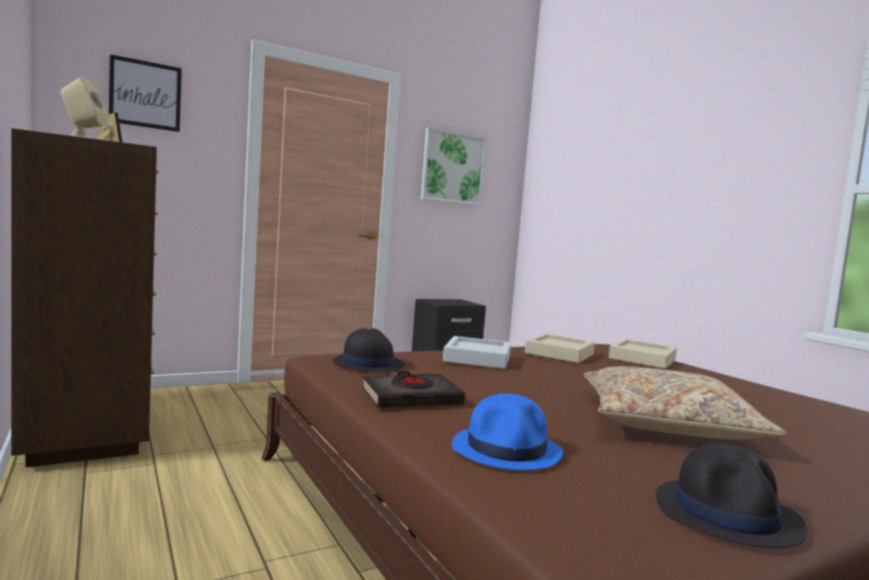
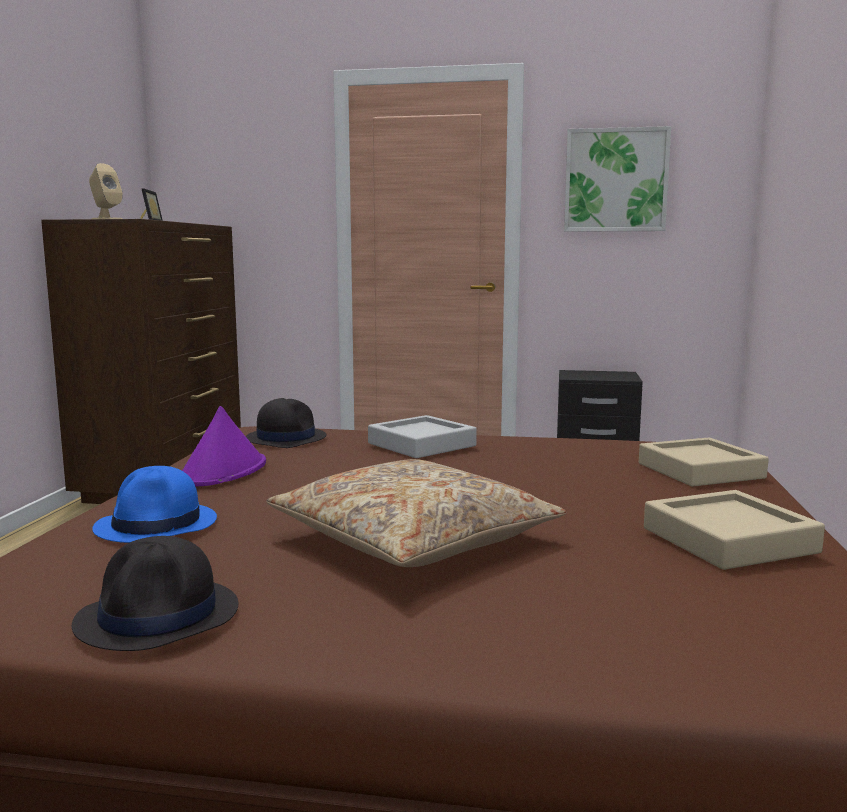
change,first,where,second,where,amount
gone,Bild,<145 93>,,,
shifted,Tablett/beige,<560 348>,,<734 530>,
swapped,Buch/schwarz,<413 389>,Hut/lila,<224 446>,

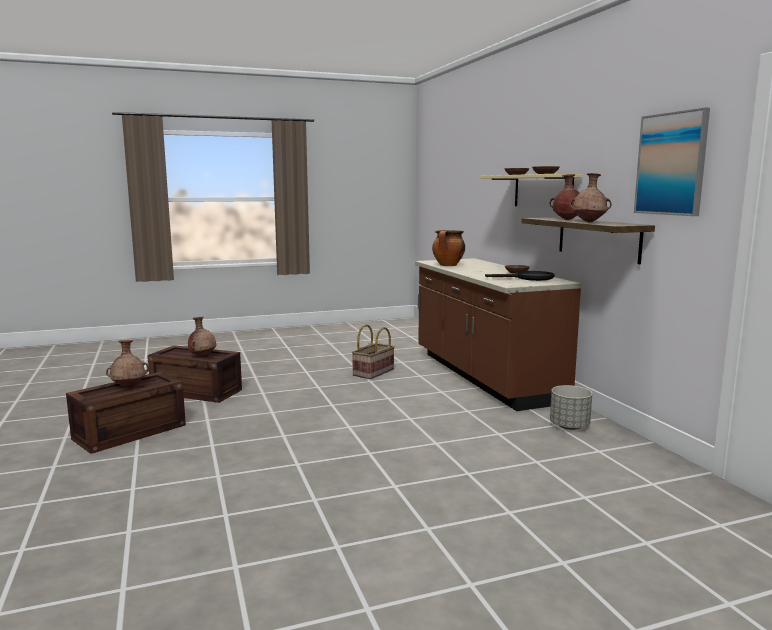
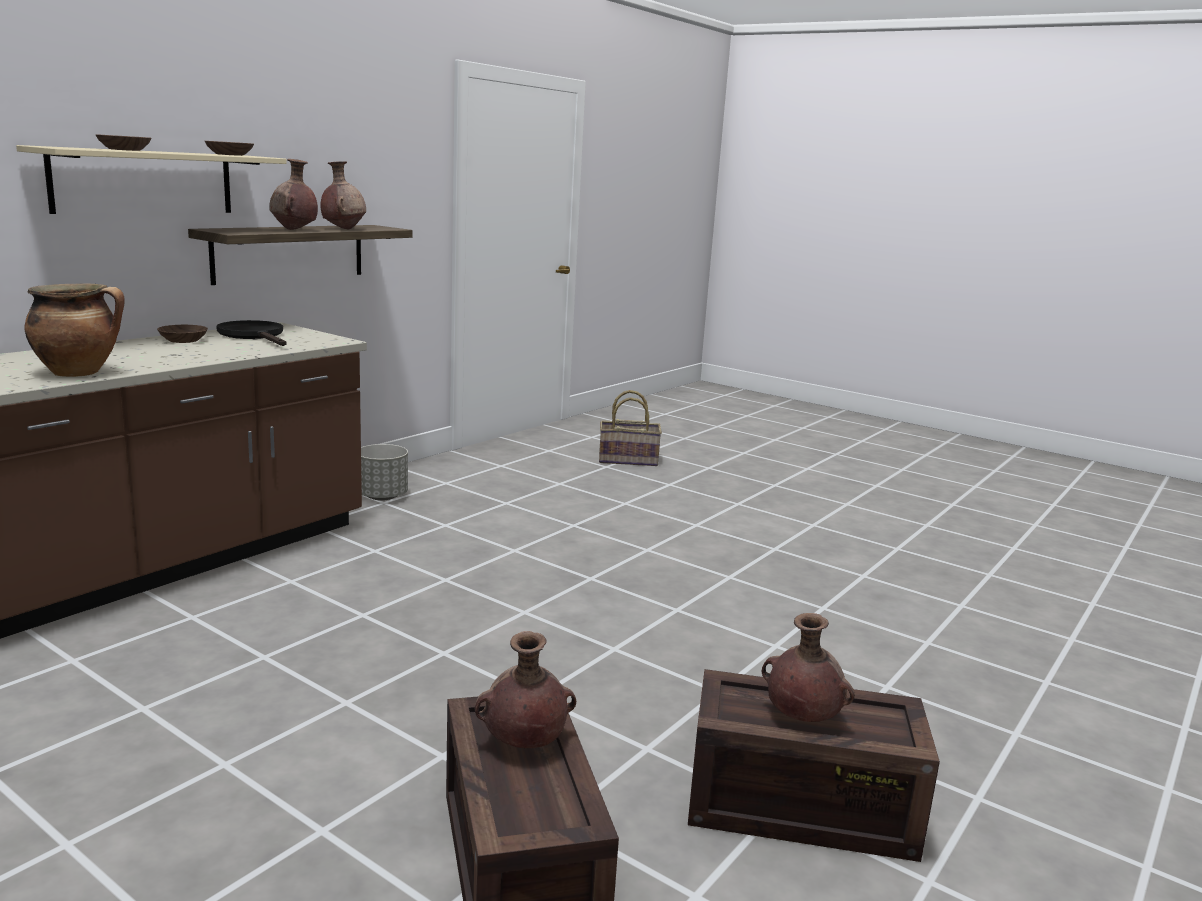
change,first,where,second,where,amount
gone,Bild,<672 162>,,,
shifted,Korb,<373 351>,,<630 428>,

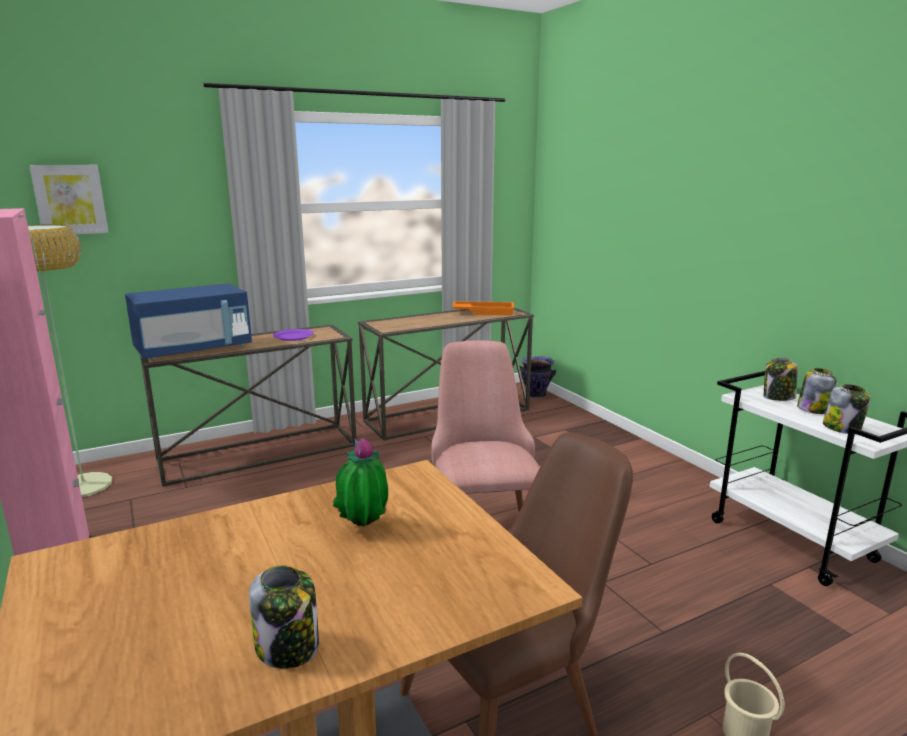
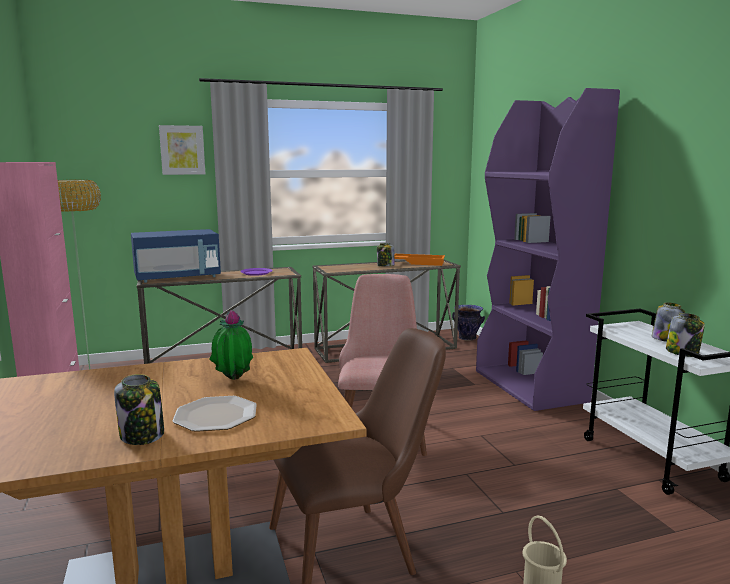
change,first,where,second,where,amount
new,,,Teller,<214 414>,
new,,,Bücherregal/lila,<548 249>,
shifted,Bild,<69 199>,,<182 150>,
shifted,Vorratsglas,<781 379>,,<386 255>,

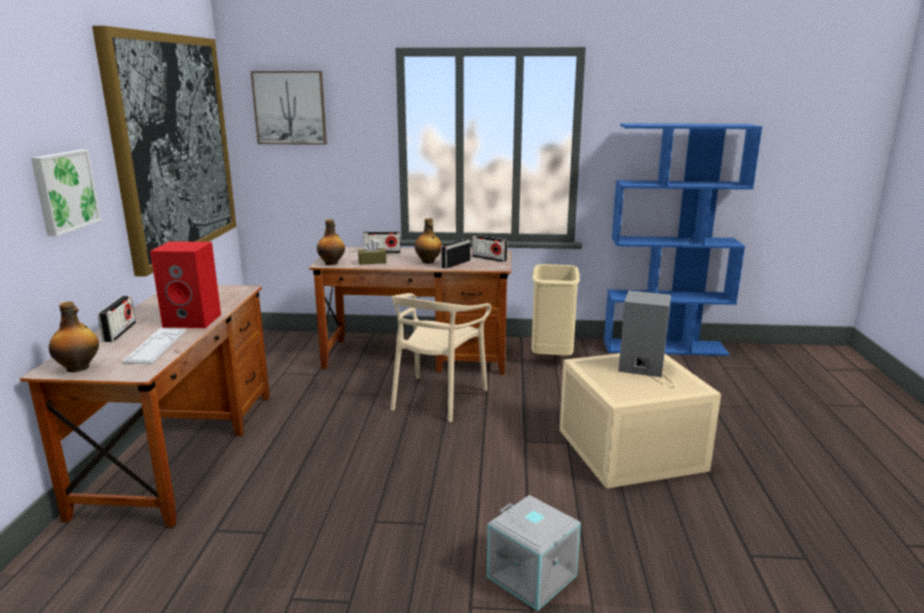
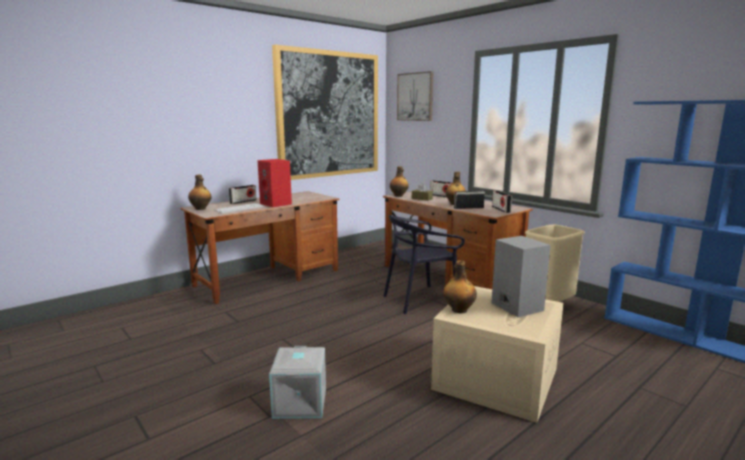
change,first,where,second,where,amount
gone,Bild,<66 193>,,,
new,,,Flasche,<460 286>,
repainted,Stuhl/beige,<441 357>,Stuhl/schwarz,<424 264>,

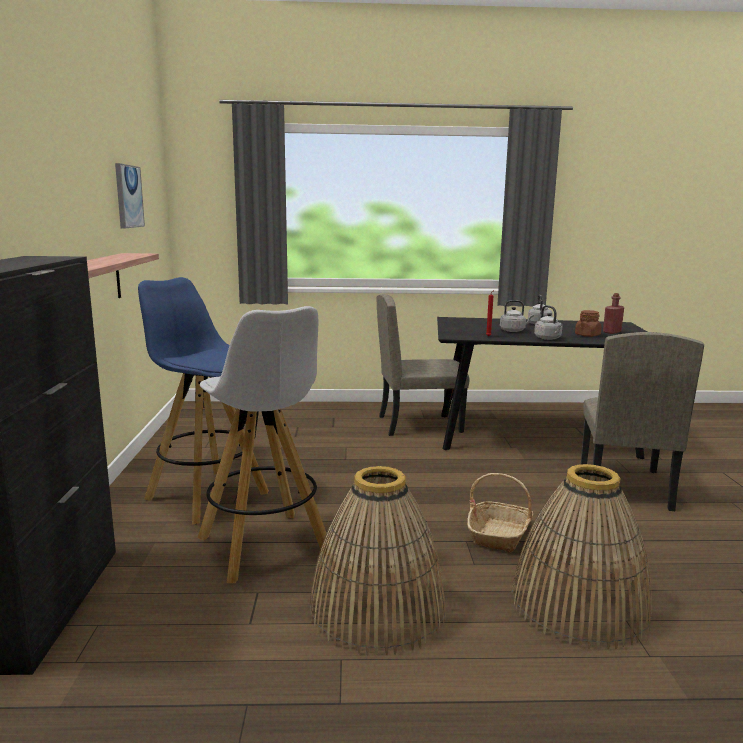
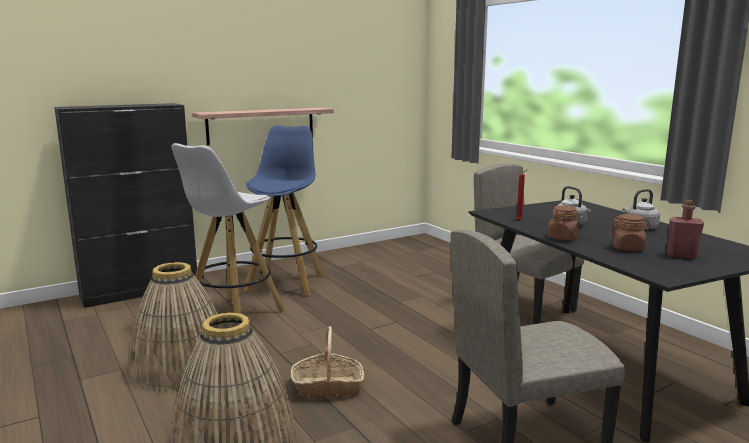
change,first,where,second,where,amount
gone,Bild,<130 195>,,,
swapped,Wasserkessel/grau,<548 322>,Vorratsglas/braun,<563 222>,

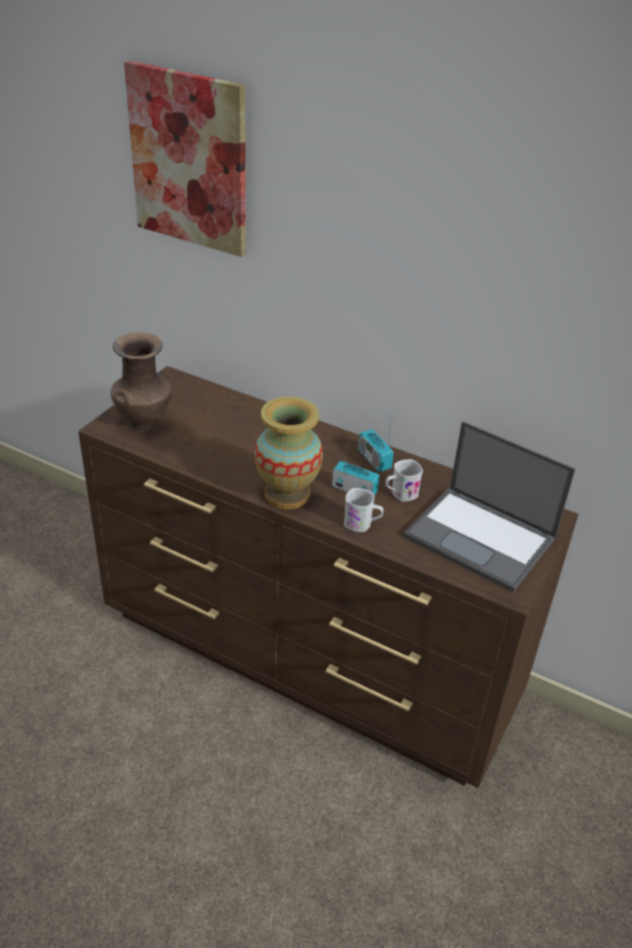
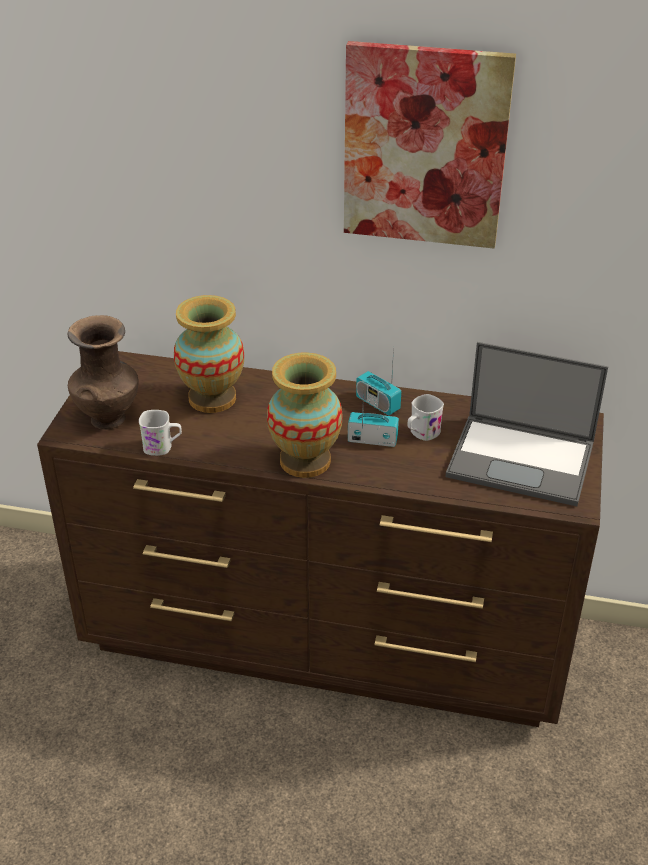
change,first,where,second,where,amount
new,,,Vase,<209 354>,
shifted,Bild,<185 158>,,<430 144>,
shifted,Henkelbecher/weiß,<363 510>,,<160 433>,

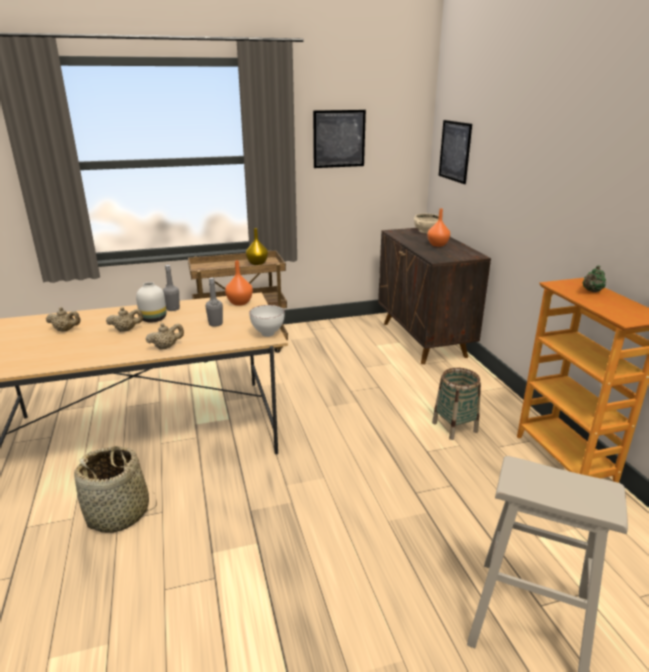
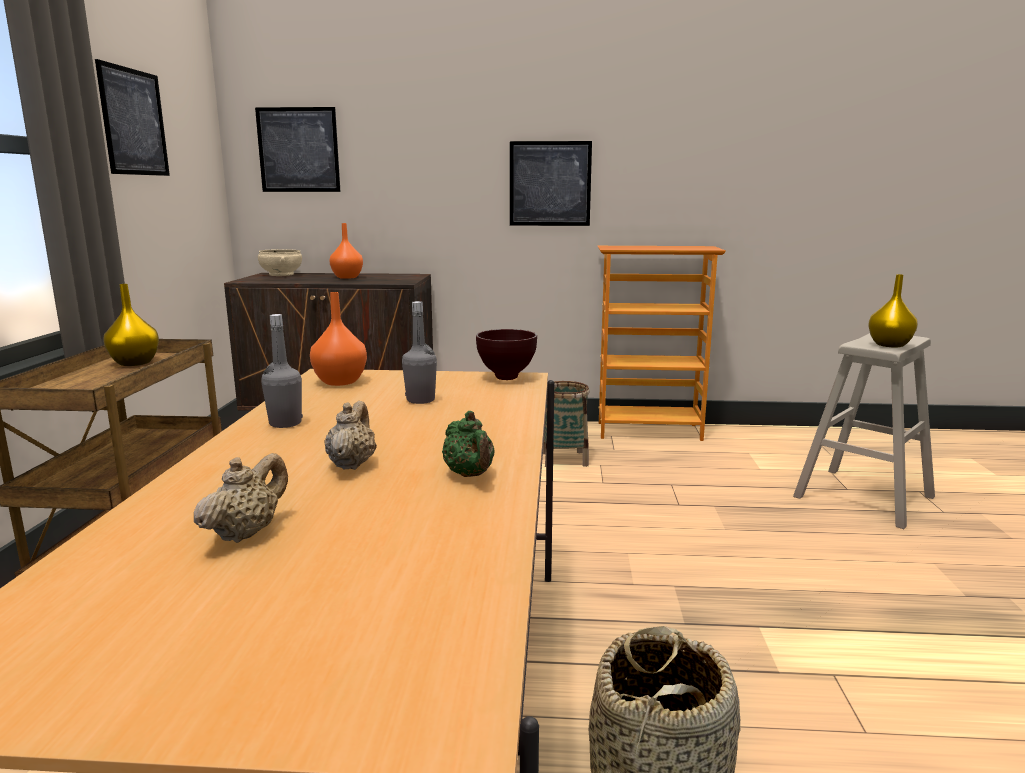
change,first,where,second,where,amount
gone,Vase/weiß,<151 302>,,,
gone,Teekanne/beige,<165 336>,,,
new,,,Bild,<551 183>,
new,,,Vase/gelb,<893 311>,
shifted,Teekanne/grün,<594 278>,,<468 444>,
repainted,Schüssel/weiß,<267 321>,Schüssel/braun,<506 354>,

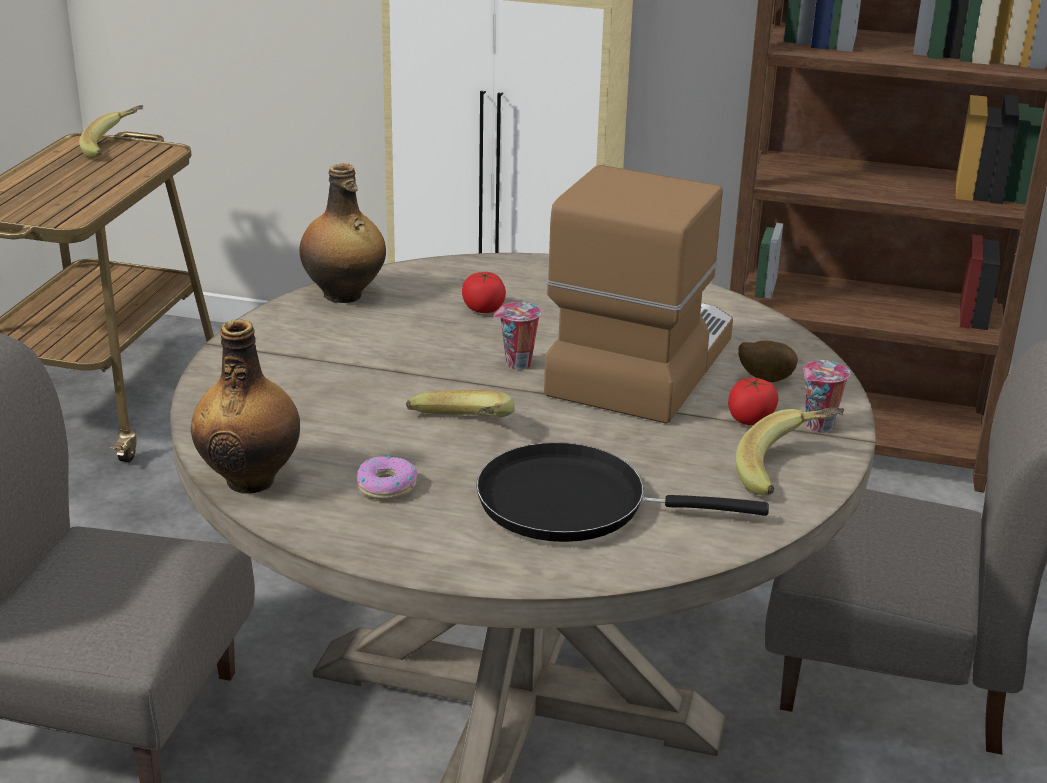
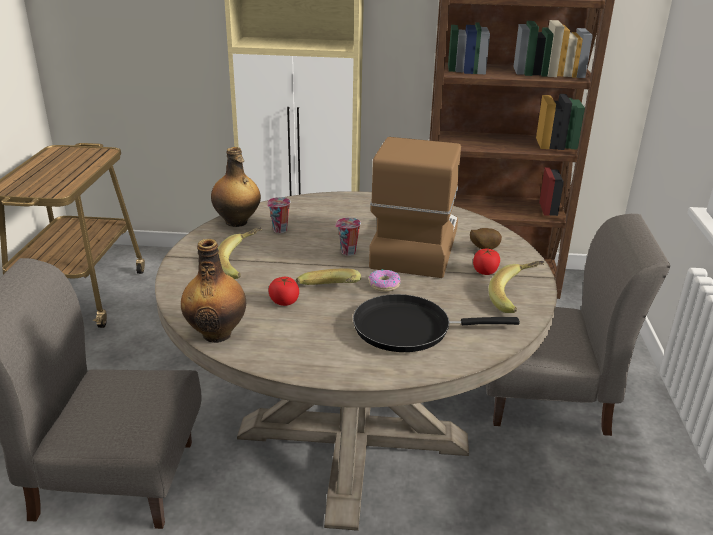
change,first,where,second,where,amount
shifted,Banane,<111 131>,,<240 253>,
shifted,Donut,<387 478>,,<384 280>,
shifted,Tomate,<484 292>,,<284 291>,
shifted,Tasse,<827 396>,,<278 215>,

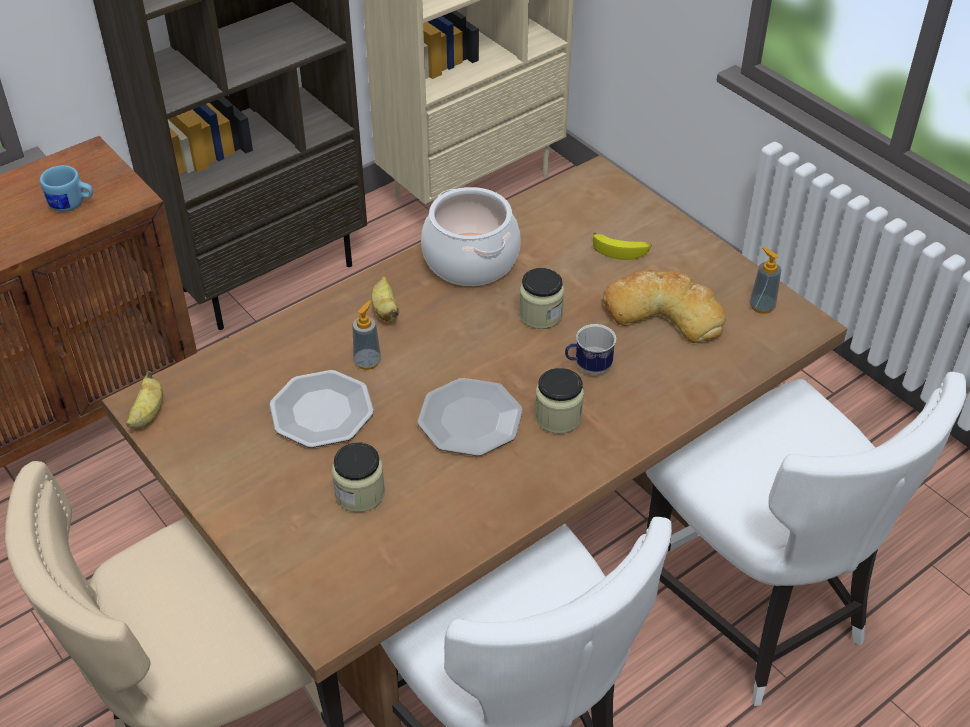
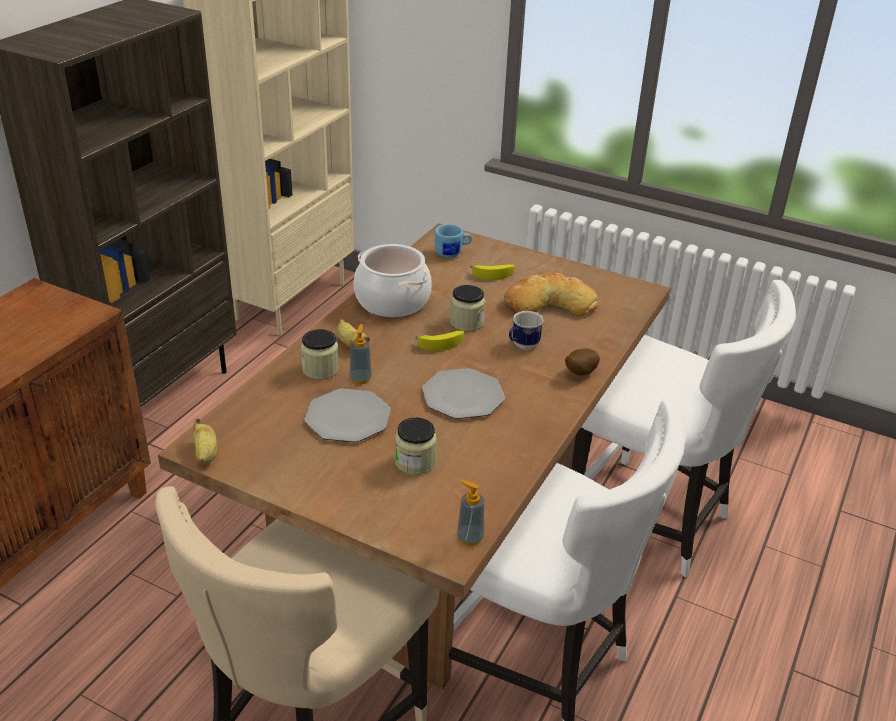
change,first,where,second,where,amount
new,,,Banane,<439 340>,
new,,,Kartoffel,<582 362>,
shifted,Henkelbecher/blau,<66 188>,,<453 241>,
shifted,Vorratsglas,<559 401>,,<320 354>,
shifted,Seifenspender,<765 280>,,<470 513>,

